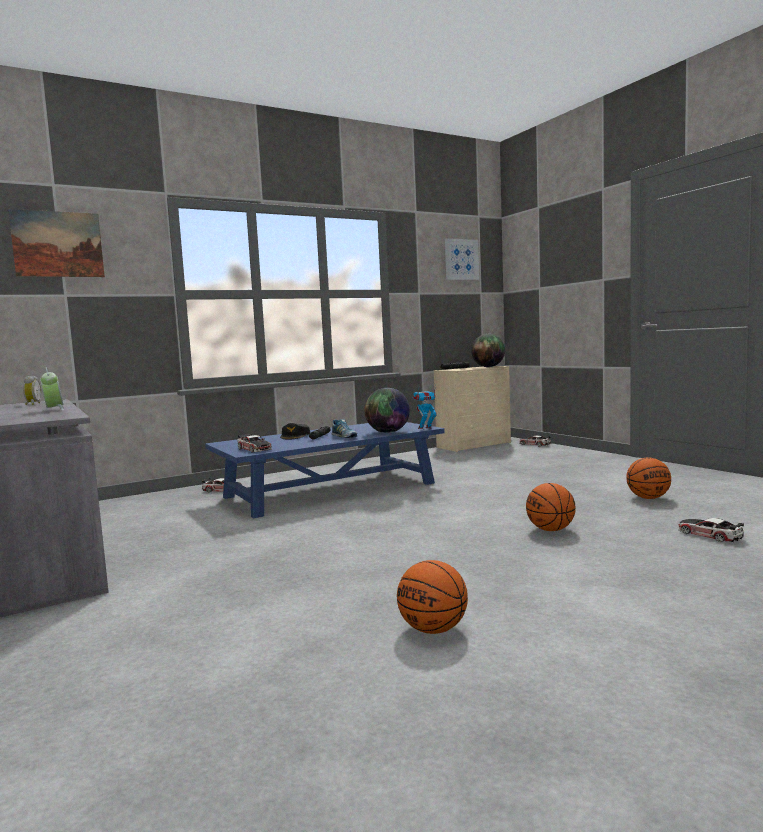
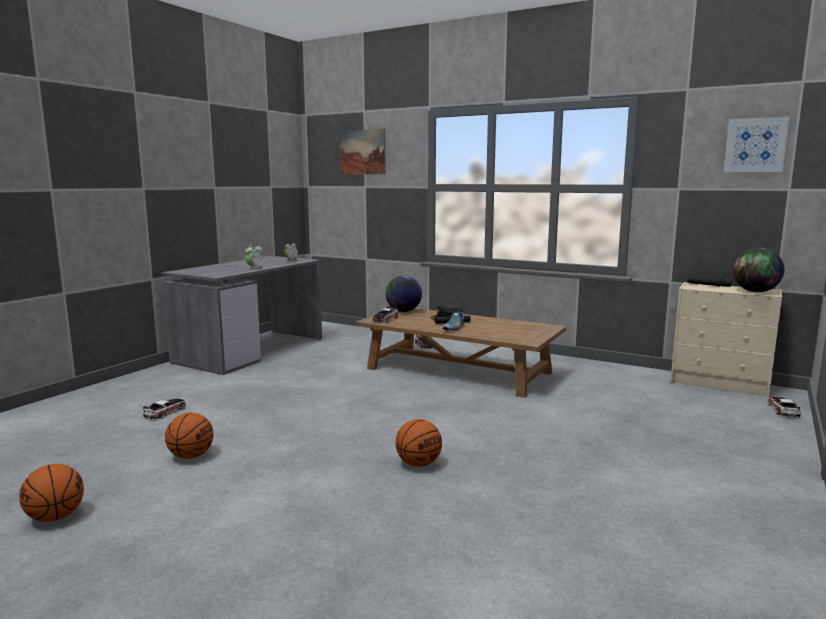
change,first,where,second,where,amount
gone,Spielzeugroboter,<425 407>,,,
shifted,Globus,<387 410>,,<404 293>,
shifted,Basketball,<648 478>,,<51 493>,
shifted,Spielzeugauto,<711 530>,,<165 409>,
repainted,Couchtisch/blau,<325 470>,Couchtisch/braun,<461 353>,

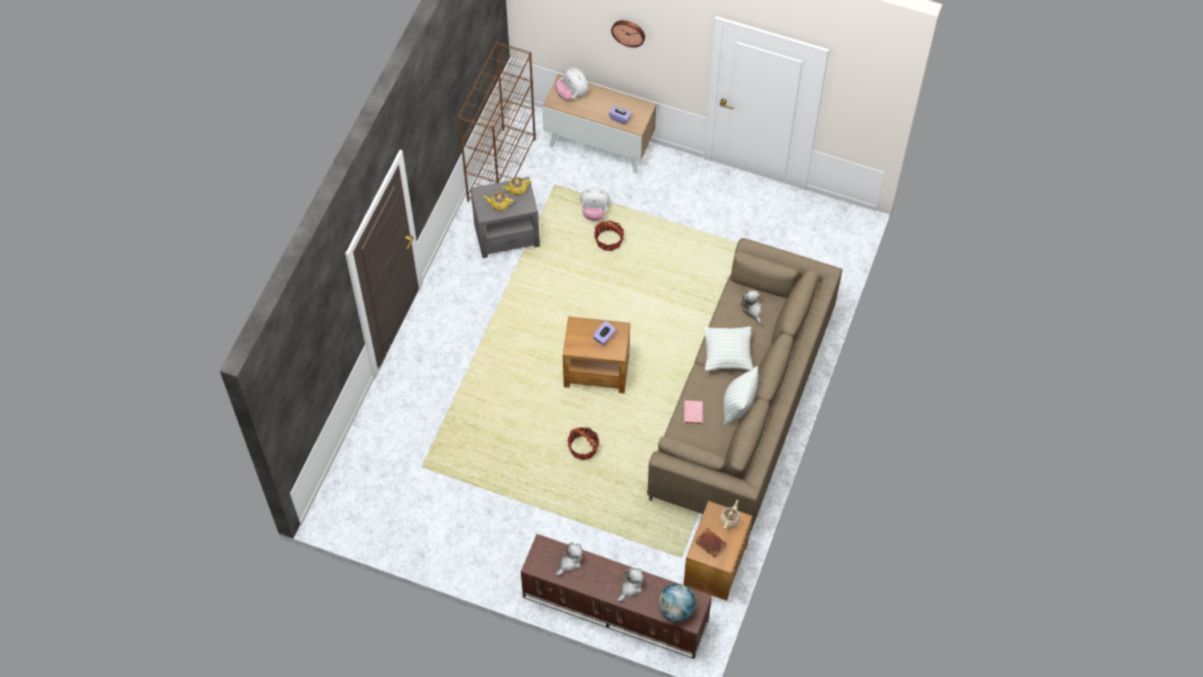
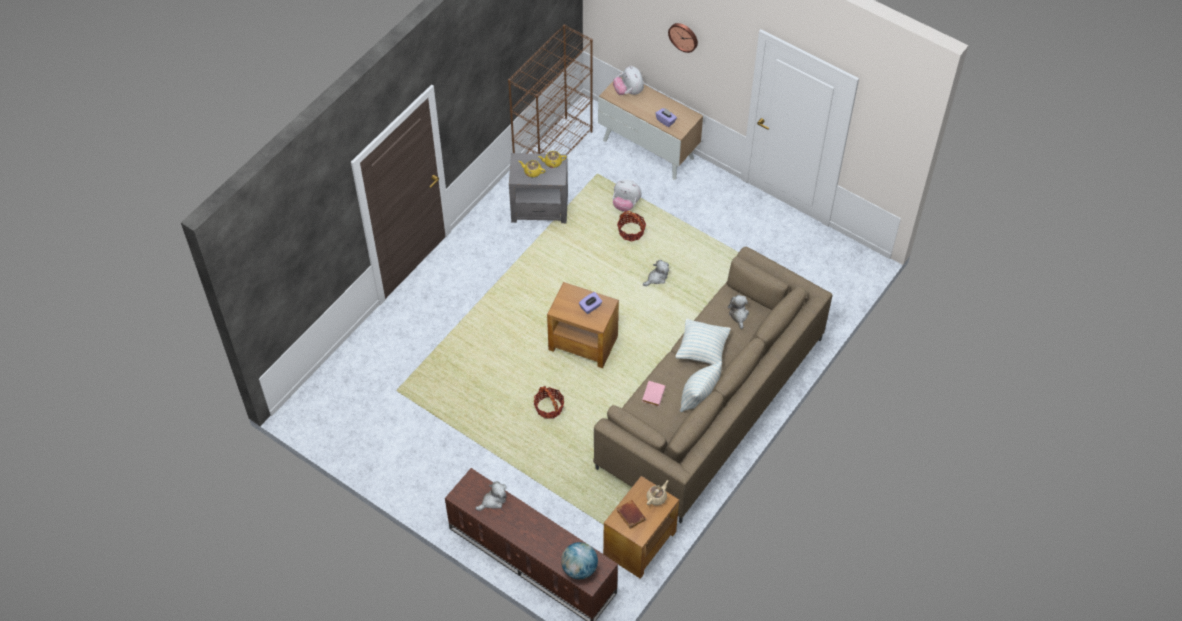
change,first,where,second,where,amount
shifted,Plüschtier,<630 584>,,<656 273>,

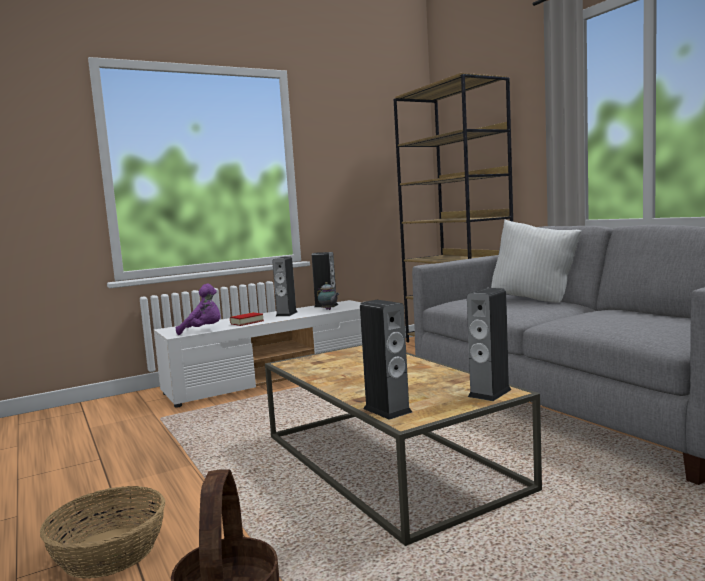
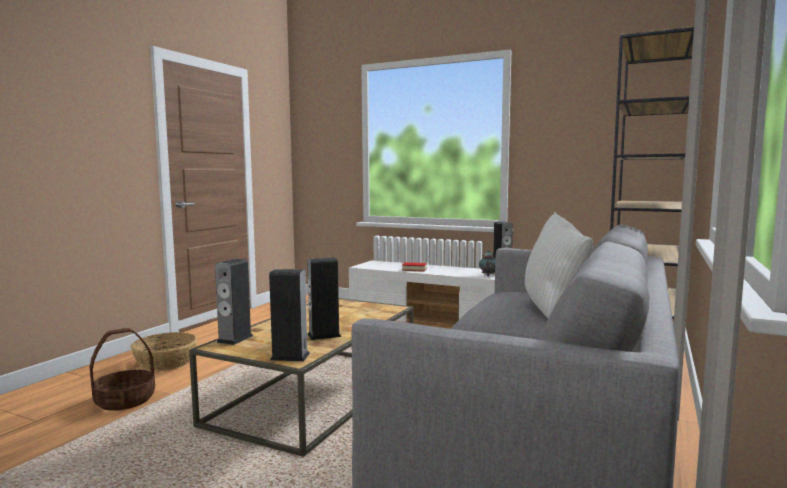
change,first,where,second,where,amount
gone,Plüschtier/lila,<198 309>,,,
shifted,Lautsprecher,<284 286>,,<324 298>,

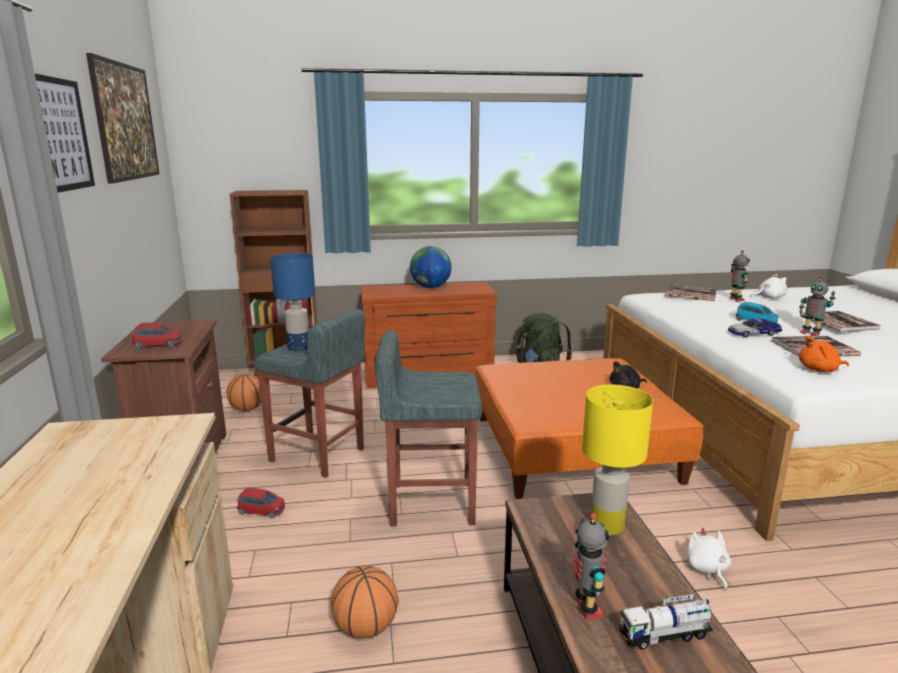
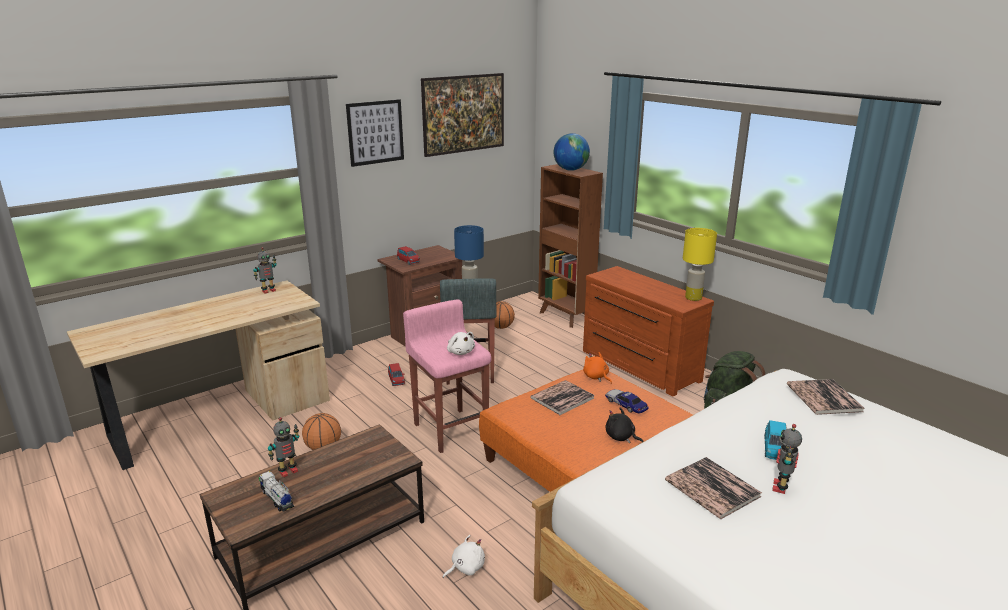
change,first,where,second,where,amount
shifted,Globus,<431 267>,,<571 152>,
shifted,Tischlampe/gelb,<617 459>,,<700 264>,
shifted,Spielzeugauto,<755 327>,,<627 401>,
shifted,Spielzeugroboter,<740 275>,,<265 270>,
shifted,Plüschtier/weiß,<768 286>,,<461 343>,
shifted,Plüschtier/orange,<824 354>,,<597 368>,
shifted,Buch,<840 321>,,<562 397>,
repainted,Hocker/grau,<428 428>,Hocker/rosa,<447 376>,

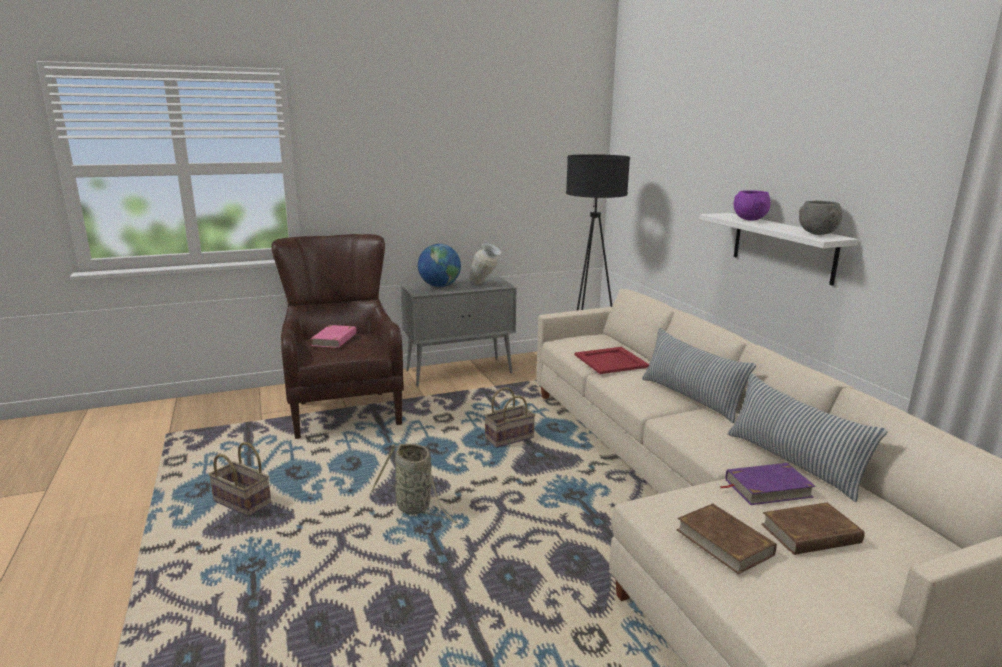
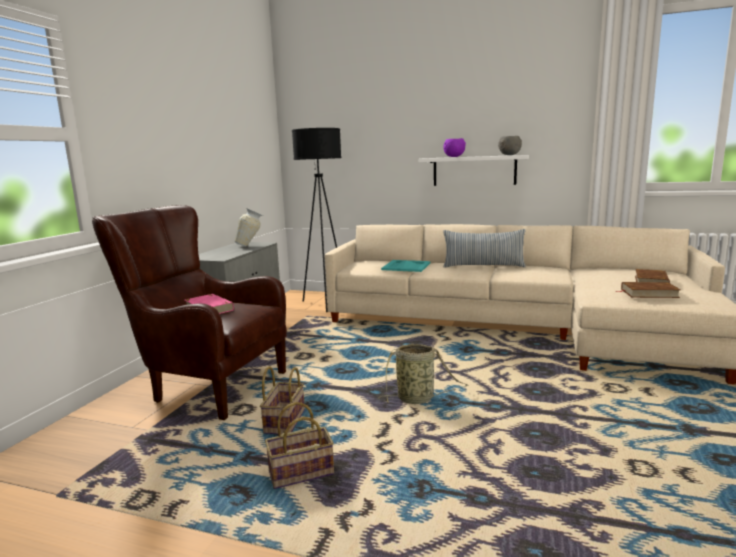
change,first,where,second,where,amount
gone,Globus,<439 265>,,,
gone,Buch/lila,<767 484>,,,
gone,Kissen,<808 438>,,,
shifted,Korb,<509 417>,,<282 400>,
repainted,Tablett/rot,<612 360>,Tablett/türkis,<405 266>,

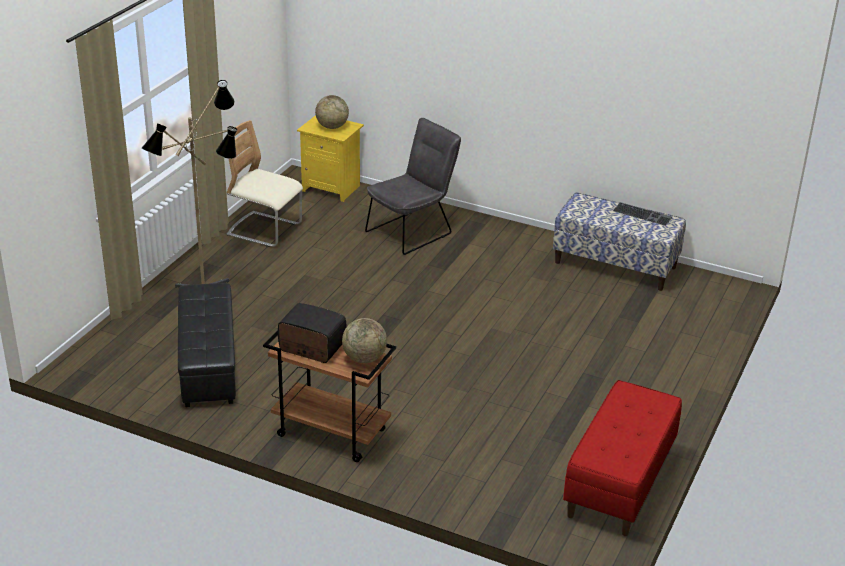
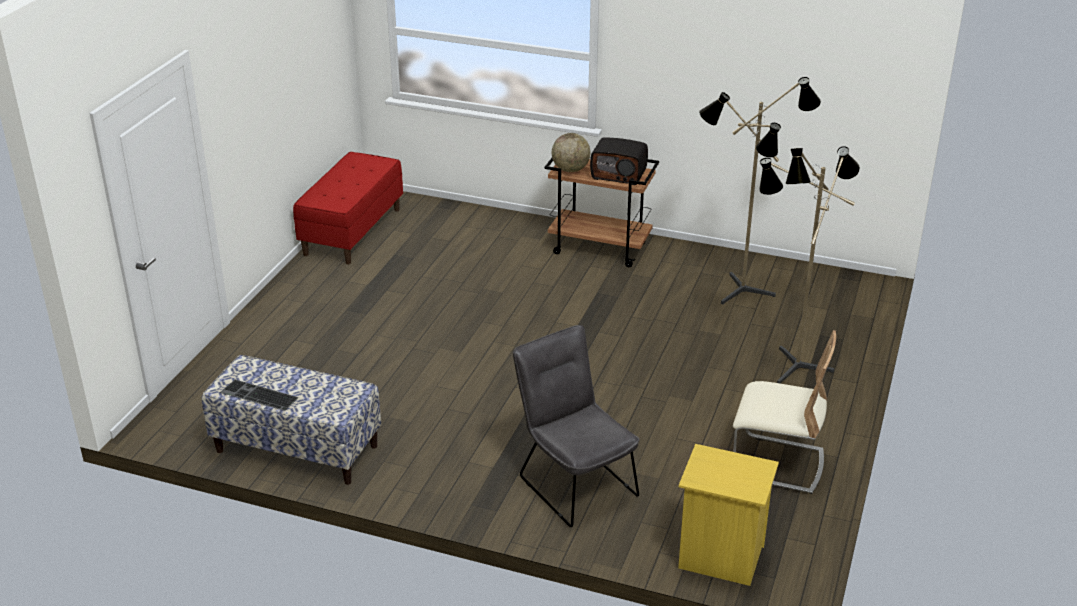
change,first,where,second,where,amount
gone,Globus,<332 112>,,,
swapped,Polsterhocker/schwarz,<207 345>,Stehlampe,<760 191>,
rotated,Stuhl/grau,<413 186>,,<576 426>,105 degrees clockwise

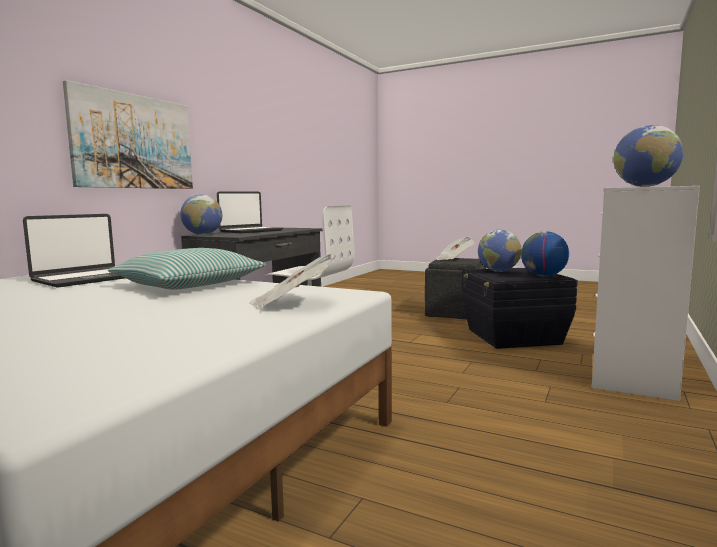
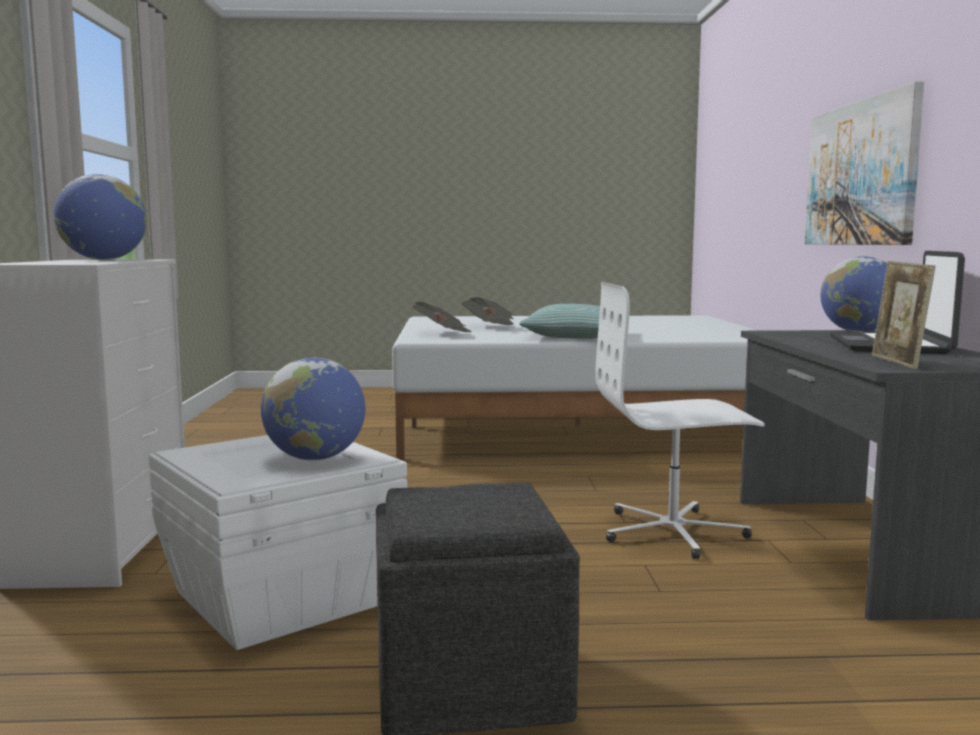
change,first,where,second,where,amount
gone,Laptop,<74 251>,,,
gone,Globus,<545 254>,,,
new,,,Bilderrahmen,<904 315>,
shifted,Zeitung,<455 248>,,<488 311>,
repainted,Aufbewahrungsbox/schwarz,<519 308>,Aufbewahrungsbox/weiß,<278 542>,

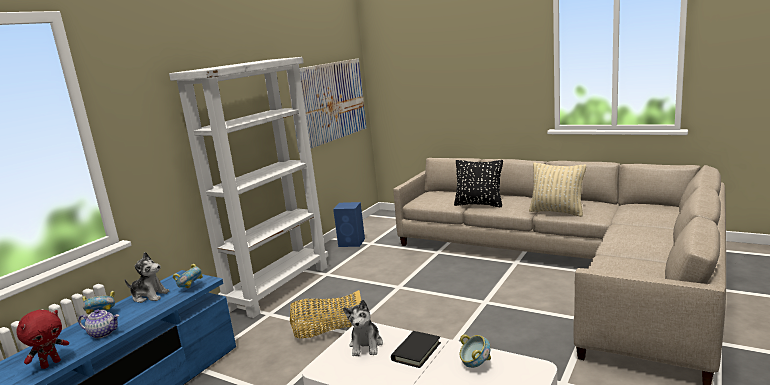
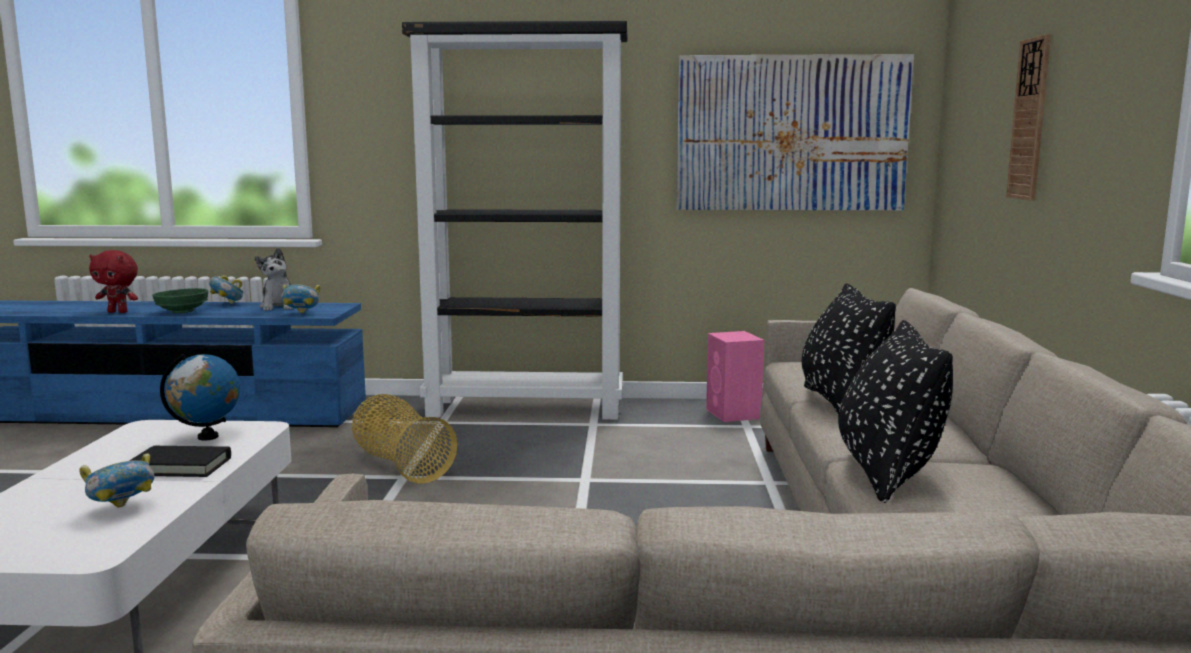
change,first,where,second,where,amount
new,,,Wanduhr,<1028 117>,
swapped,Teekanne,<98 323>,Schüssel/grün,<180 300>,
swapped,Plüschtier,<363 328>,Globus,<200 397>,
repainted,Bücherregal/weiß,<248 187>,Bücherregal/schwarz,<514 220>,
repainted,Lautsprecher/blau,<349 224>,Lautsprecher/rosa,<735 376>,
repainted,Kissen/beige,<557 190>,Kissen/schwarz,<895 411>,

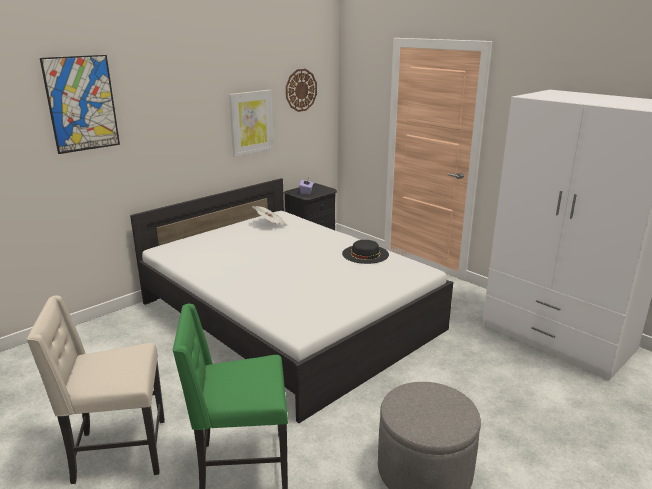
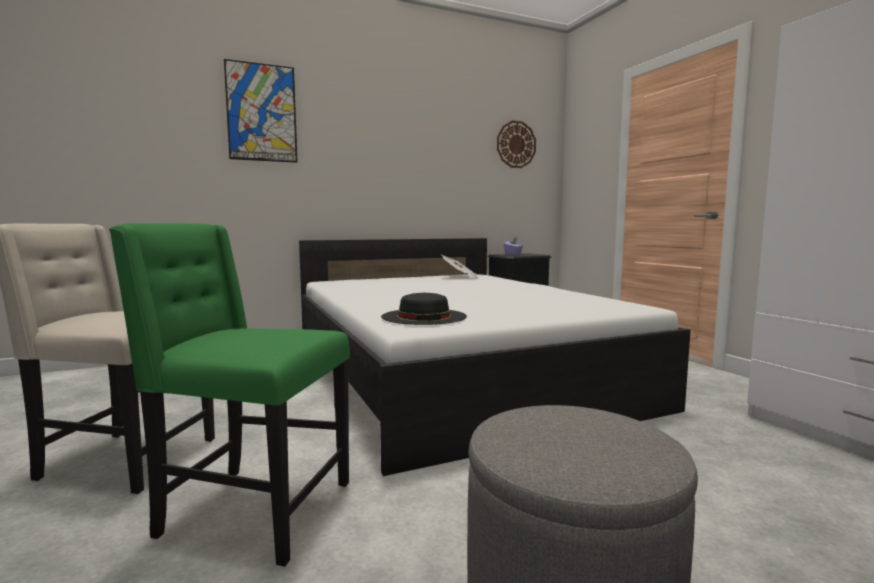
change,first,where,second,where,amount
gone,Bild,<251 123>,,,
shifted,Hut/schwarz,<365 252>,,<424 309>,

